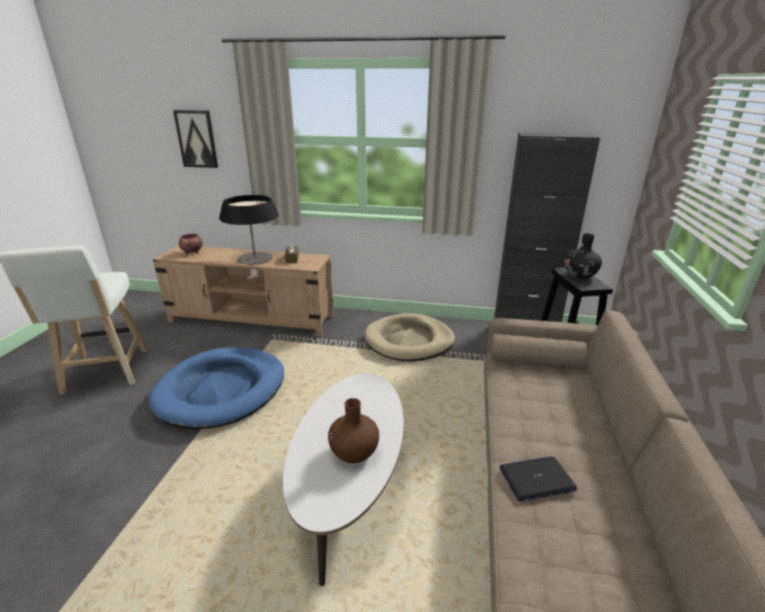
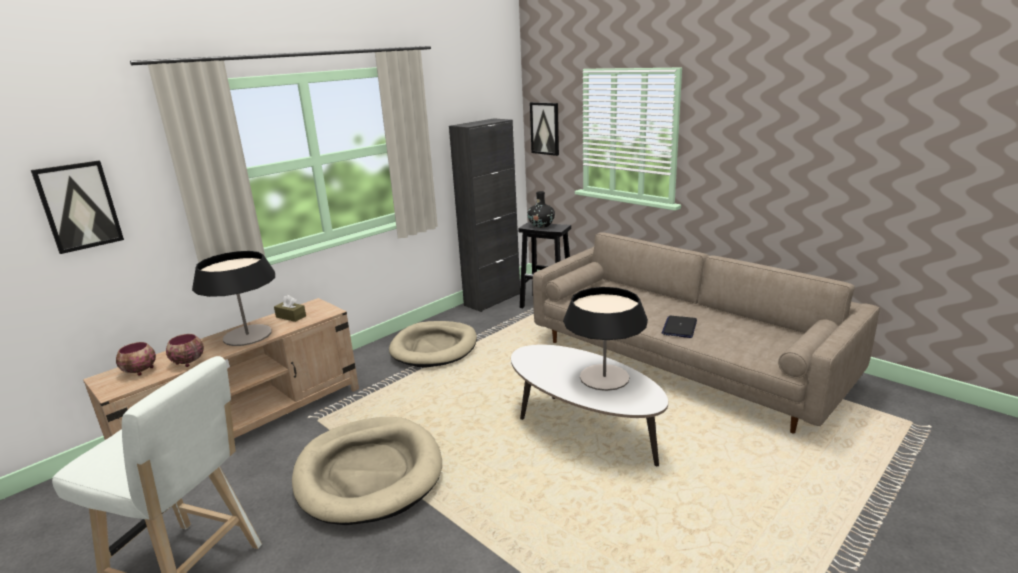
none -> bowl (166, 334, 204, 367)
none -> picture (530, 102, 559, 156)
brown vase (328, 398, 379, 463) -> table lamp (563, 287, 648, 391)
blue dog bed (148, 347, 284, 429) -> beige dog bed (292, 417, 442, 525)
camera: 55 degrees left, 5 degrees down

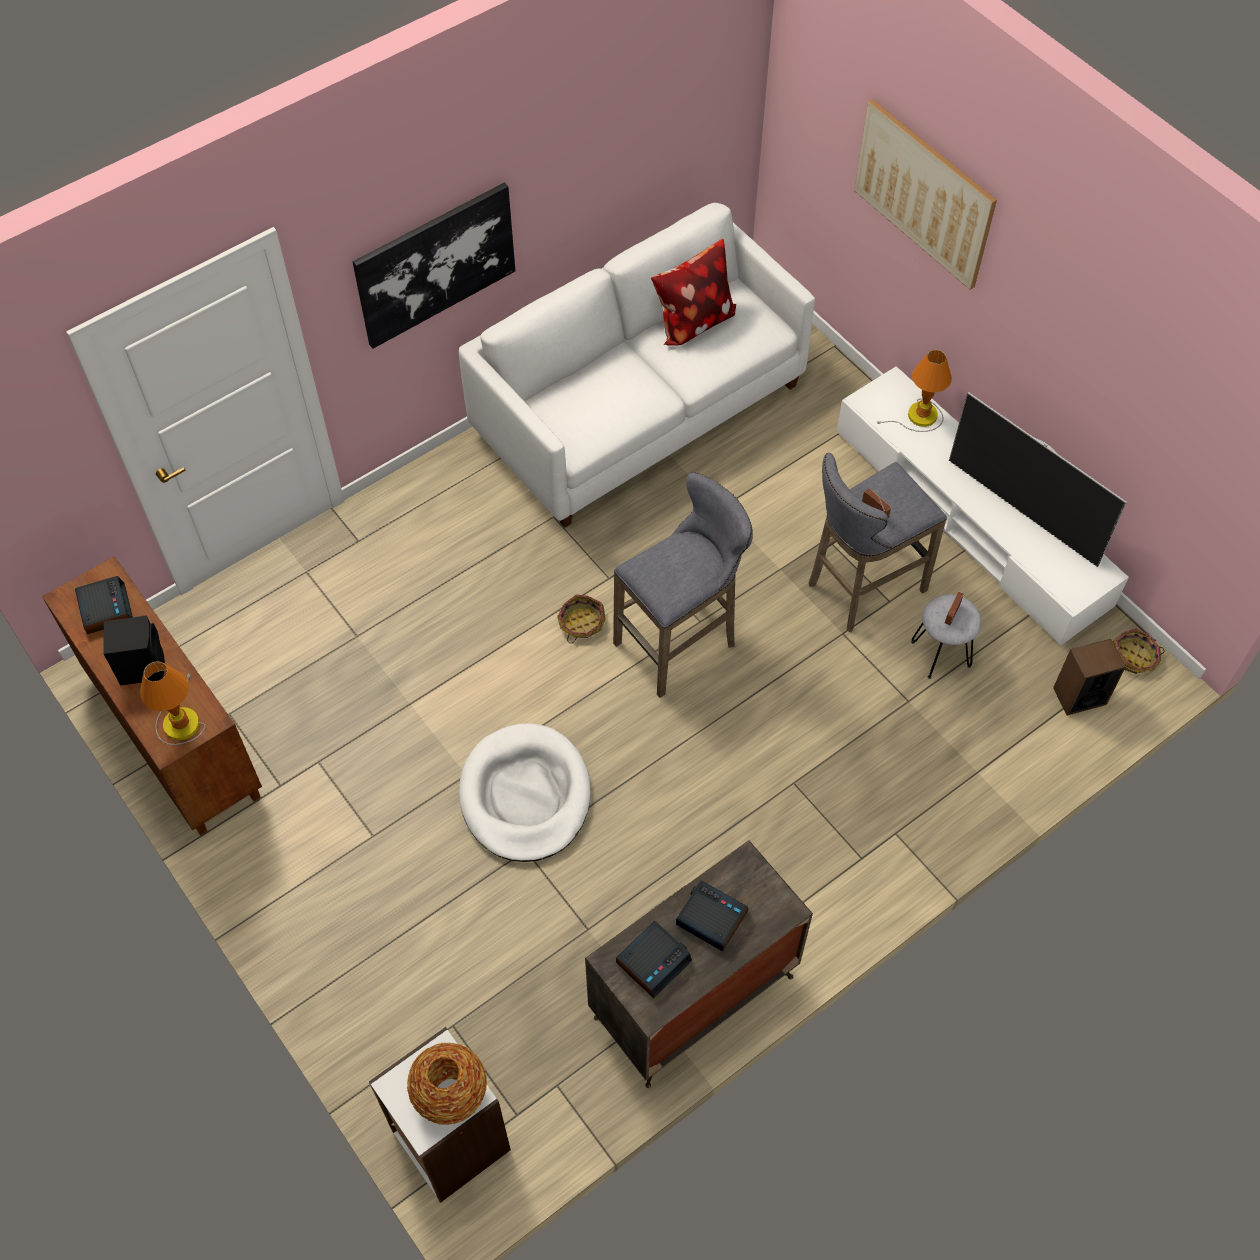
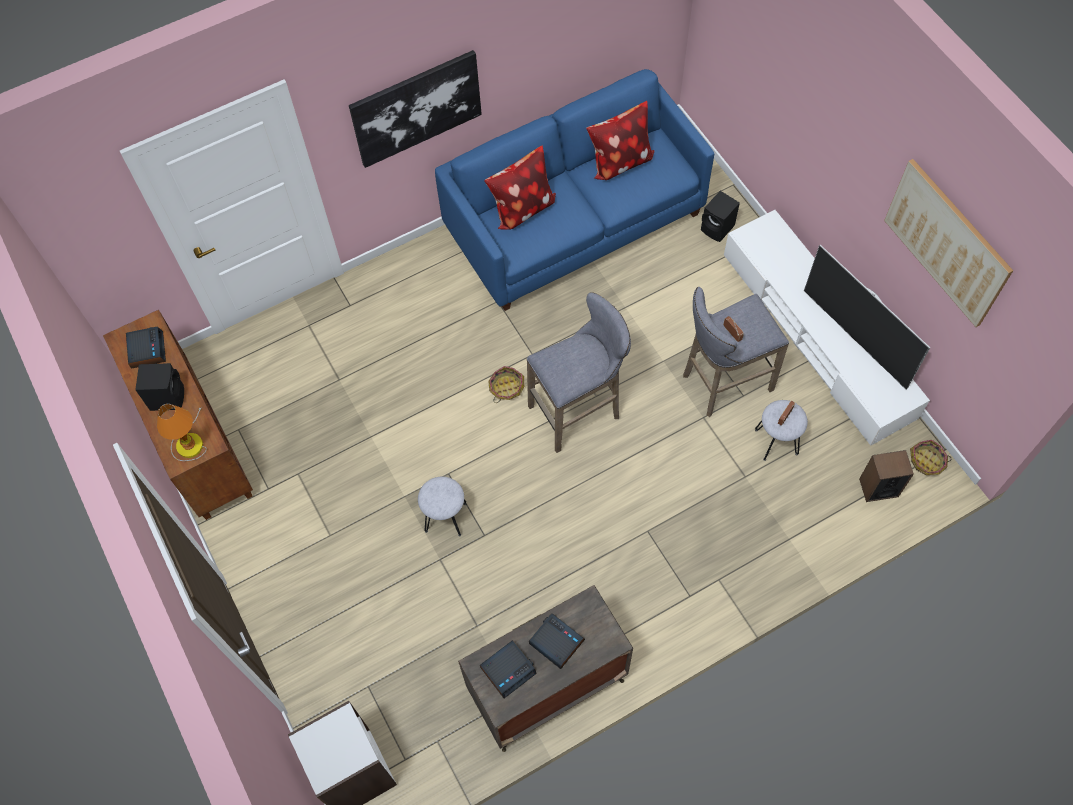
vase (407, 1043, 487, 1125) -> none
table lamp (876, 350, 952, 432) -> none
none -> pillow (484, 146, 556, 230)
none -> black speaker (701, 191, 740, 242)
picture (854, 99, 997, 290) -> picture (884, 159, 1013, 327), move
white dog bed (459, 723, 591, 862) -> grey stool (418, 477, 466, 536)
white sofa (459, 203, 815, 528) -> blue sofa (435, 69, 714, 311)
camera: 10 degrees right, 5 degrees up

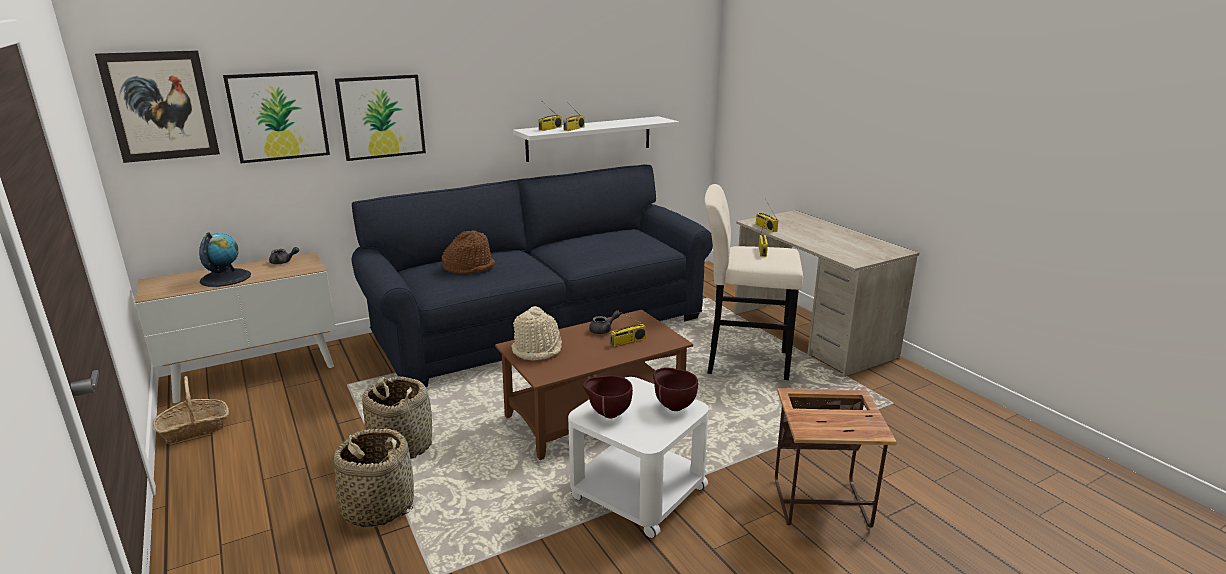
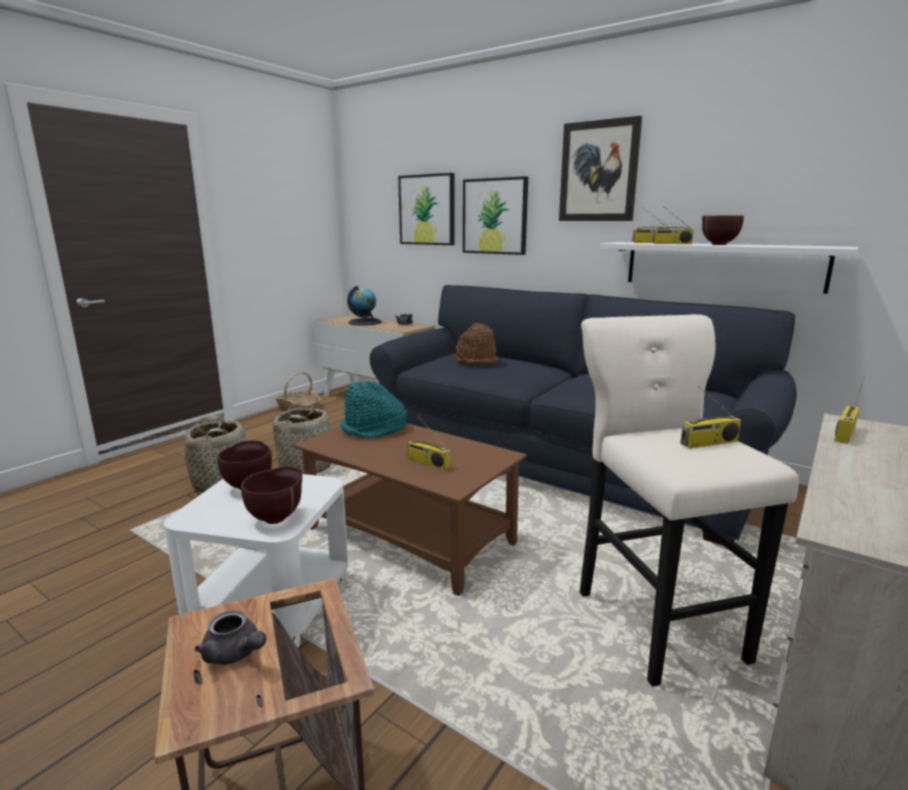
none -> brown bowl (702, 216, 744, 245)
picture (95, 50, 220, 163) -> picture (559, 116, 642, 221), move
grey teapot (589, 311, 620, 334) -> grey teapot (195, 610, 266, 665), move
beige hat (511, 306, 562, 361) -> turquoise hat (341, 381, 407, 438)
camera: 65 degrees right, 5 degrees down

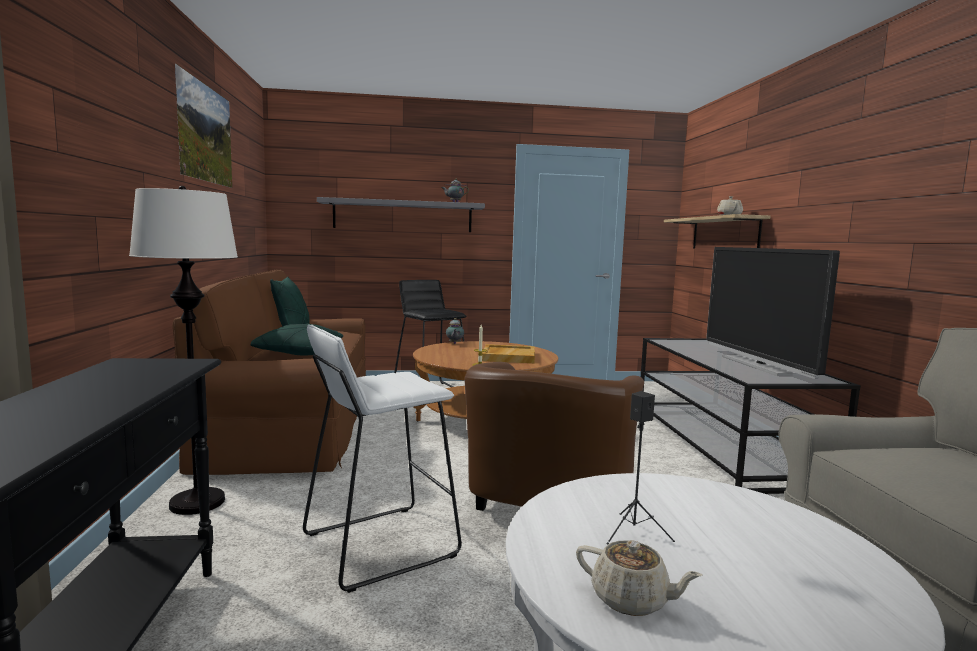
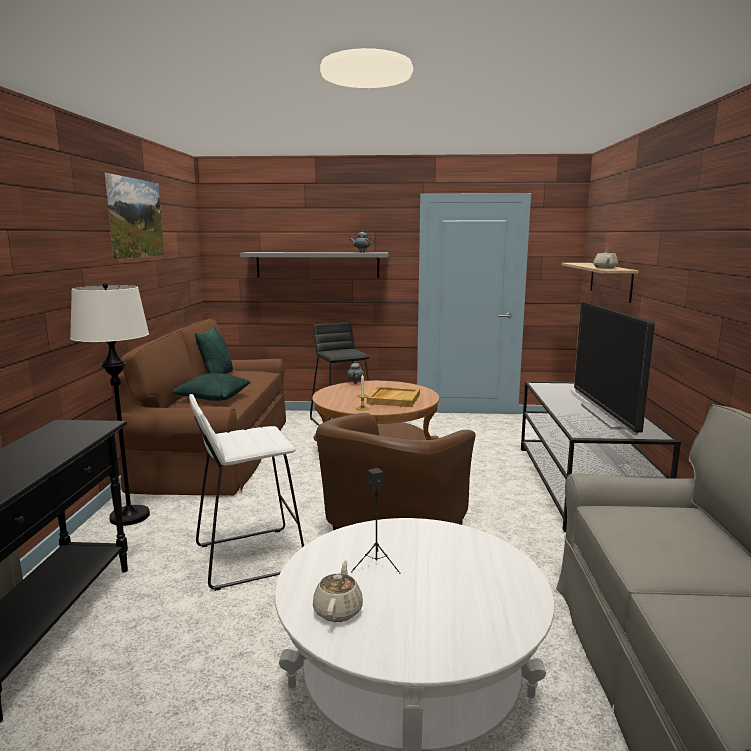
beige teapot (576, 540, 703, 616) -> beige teapot (313, 560, 363, 622), 120 degrees counterclockwise
camera: 10 degrees right, 5 degrees up

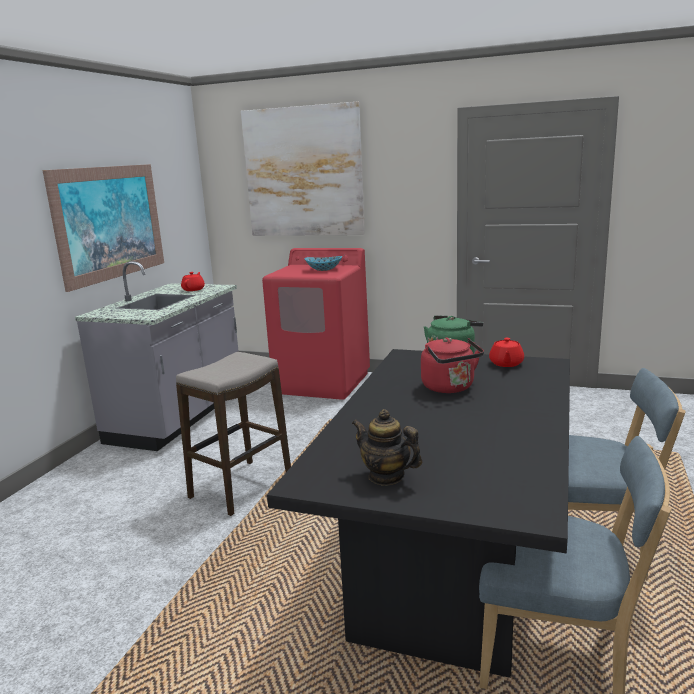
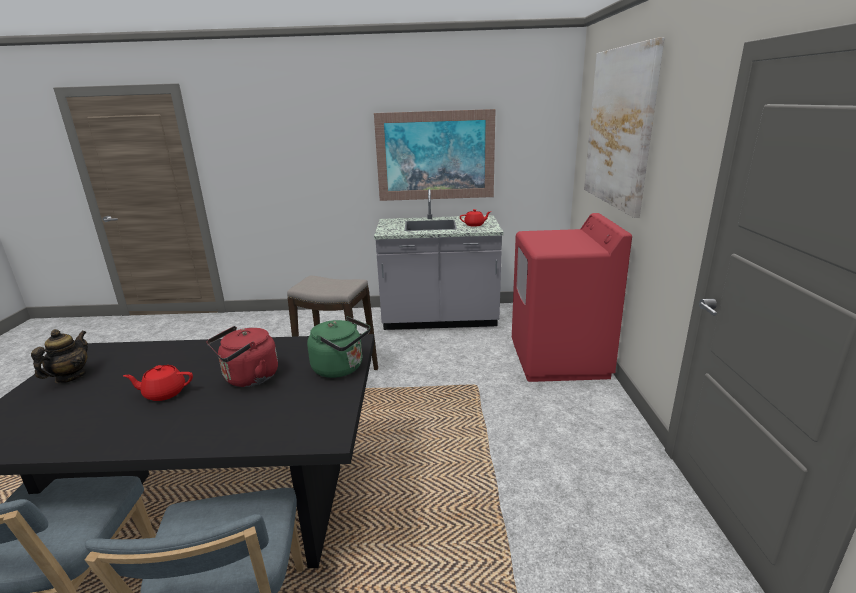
bowl (304, 256, 342, 271) -> none
red teapot (489, 338, 524, 367) -> red teapot (123, 365, 193, 401), move
camera: 70 degrees right, 5 degrees up

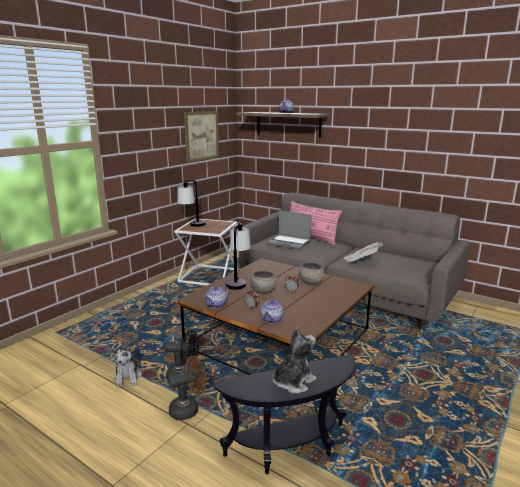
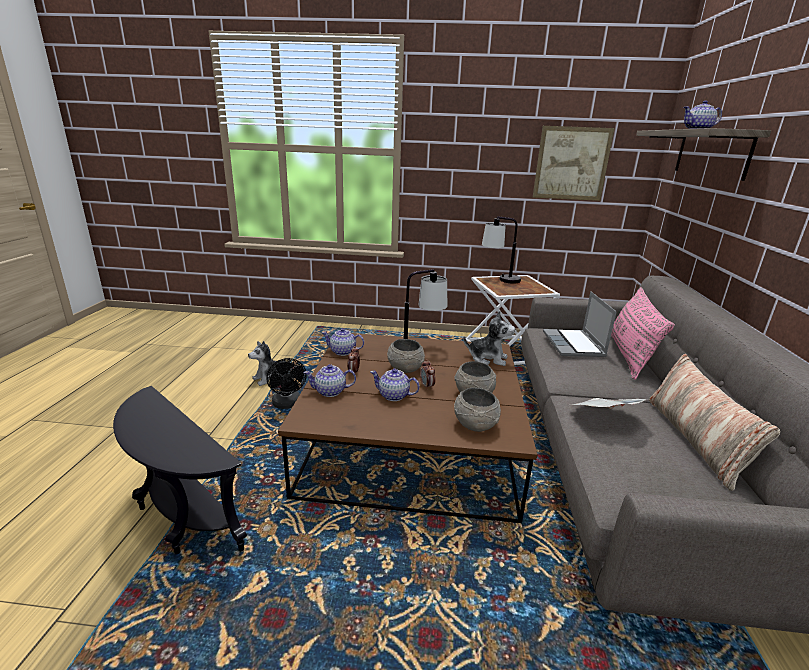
brown fan (168, 356, 207, 420) -> none
none -> teapot (370, 369, 420, 401)
none -> grey bowl (454, 388, 501, 432)
none -> pillow (649, 354, 780, 491)
plush toy (272, 327, 317, 394) -> plush toy (463, 311, 515, 366), move
camera: 60 degrees right, 5 degrees up

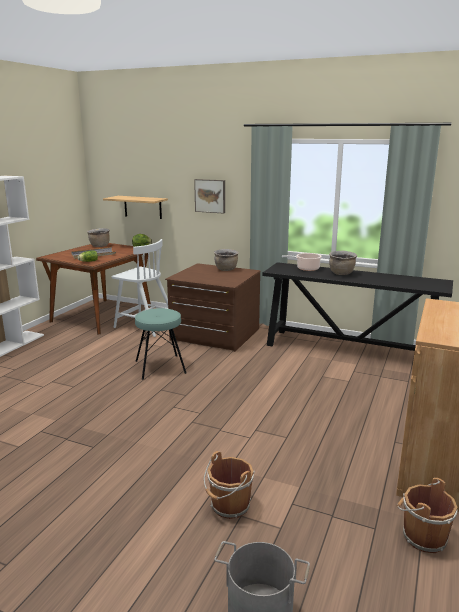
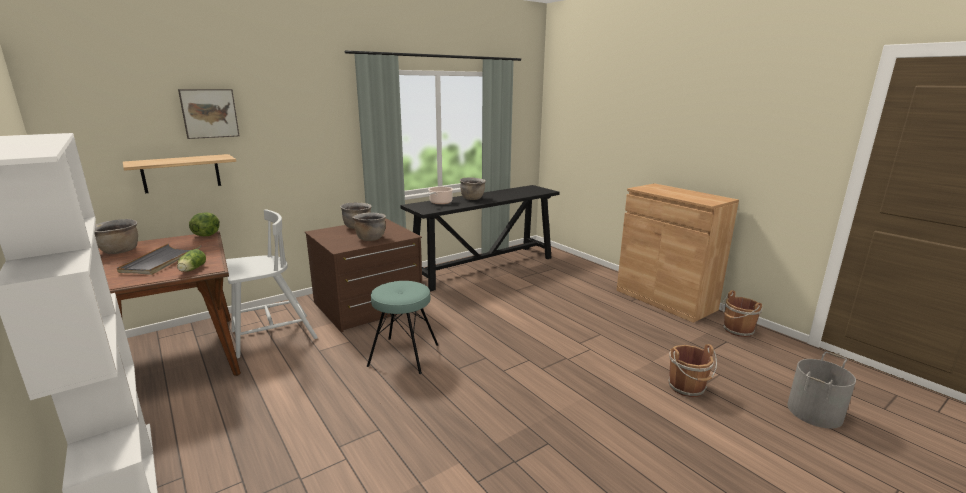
none -> brown cooking pot (352, 212, 386, 241)
picture (194, 179, 225, 214) -> picture (178, 89, 240, 139), move
camera: 60 degrees left, 0 degrees up

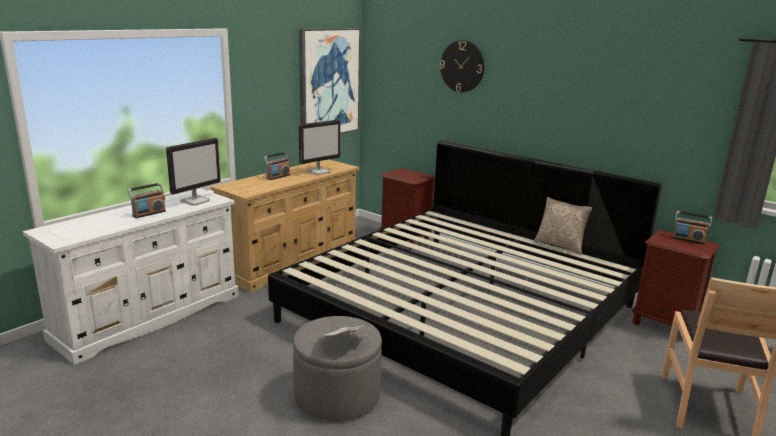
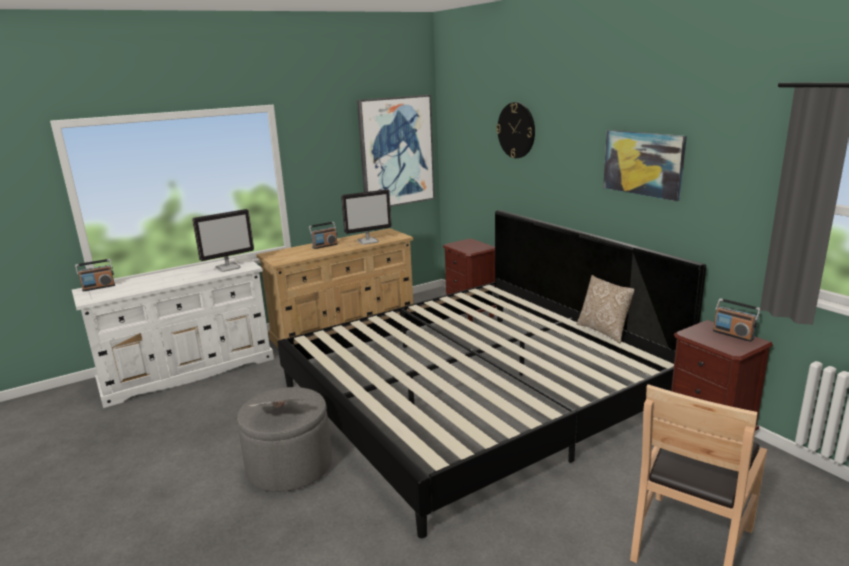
none -> picture (603, 130, 687, 201)
radio (127, 183, 166, 218) -> radio (75, 259, 115, 292), move
camera: 20 degrees right, 0 degrees up

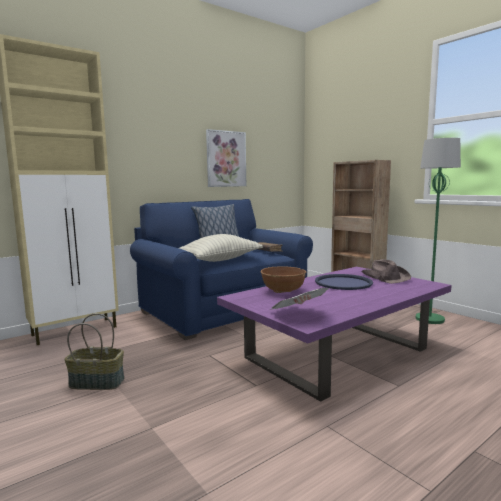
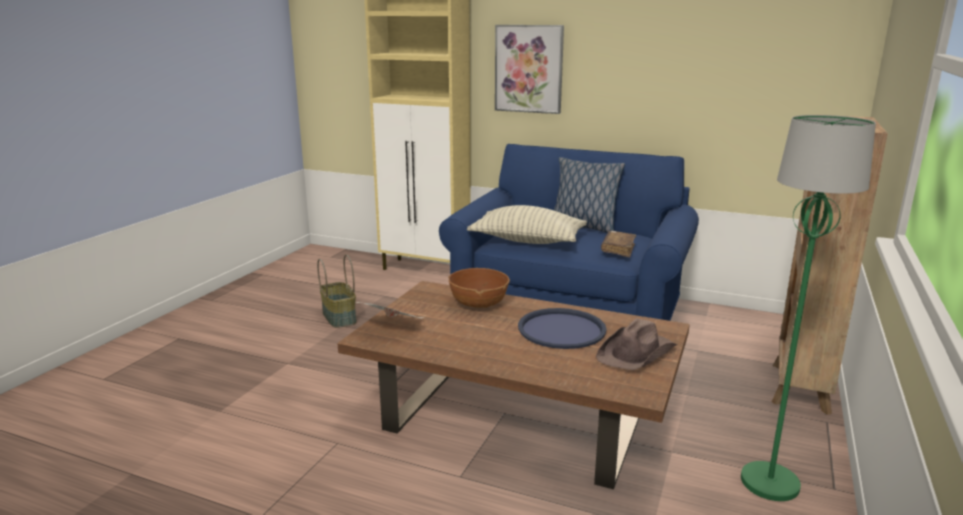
picture (206, 129, 246, 187) -> picture (495, 25, 564, 114), move
purple coffee table (217, 267, 452, 402) -> brown coffee table (337, 281, 690, 489)
camera: 60 degrees right, 10 degrees up

